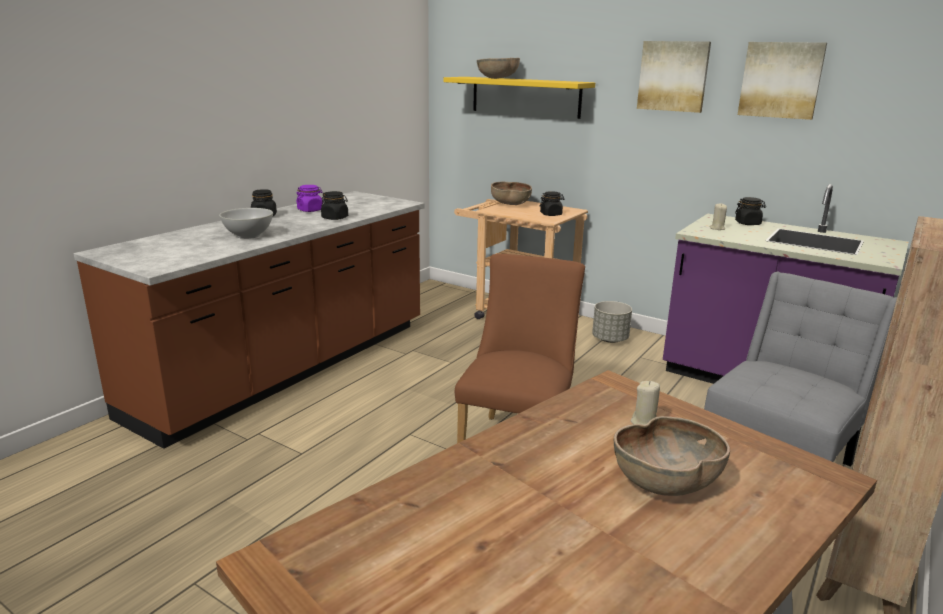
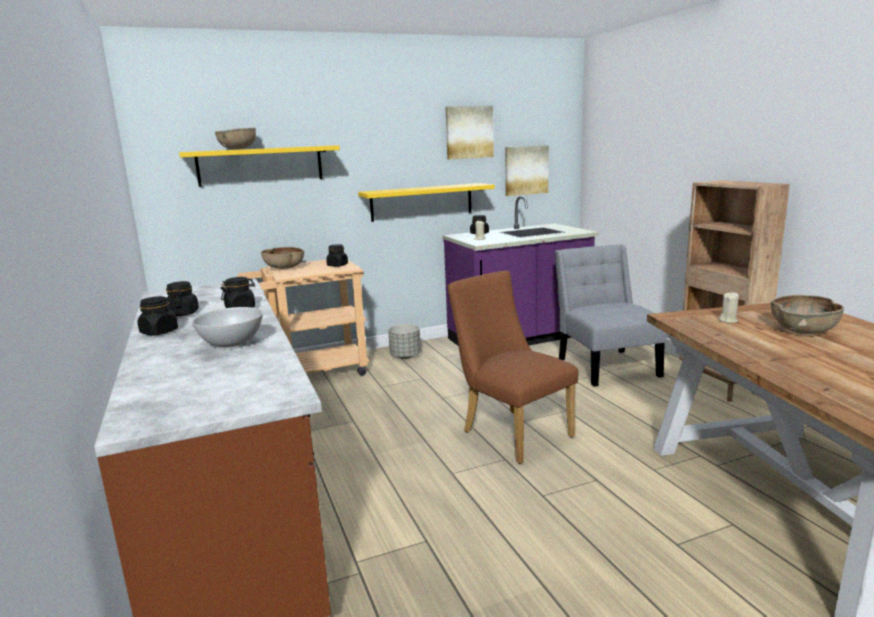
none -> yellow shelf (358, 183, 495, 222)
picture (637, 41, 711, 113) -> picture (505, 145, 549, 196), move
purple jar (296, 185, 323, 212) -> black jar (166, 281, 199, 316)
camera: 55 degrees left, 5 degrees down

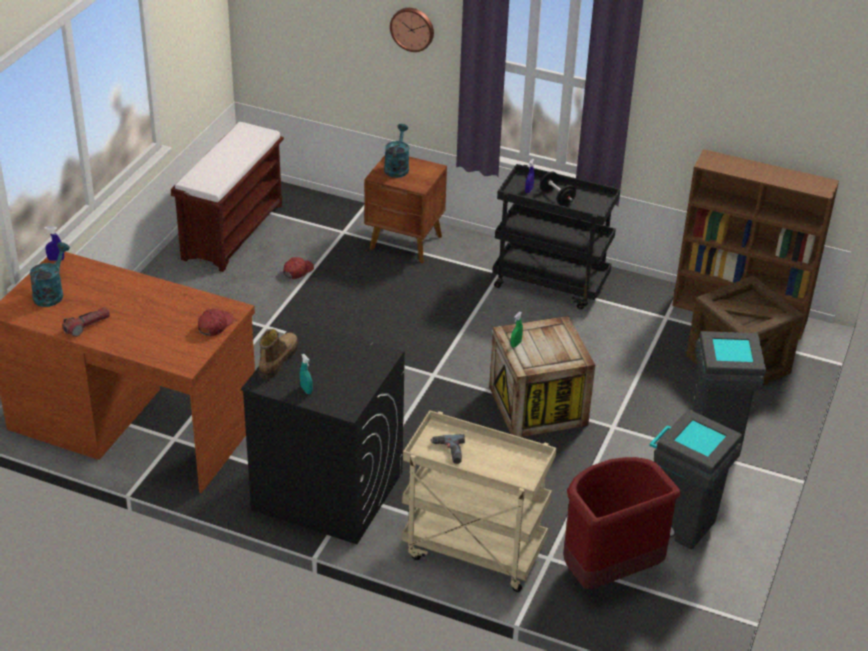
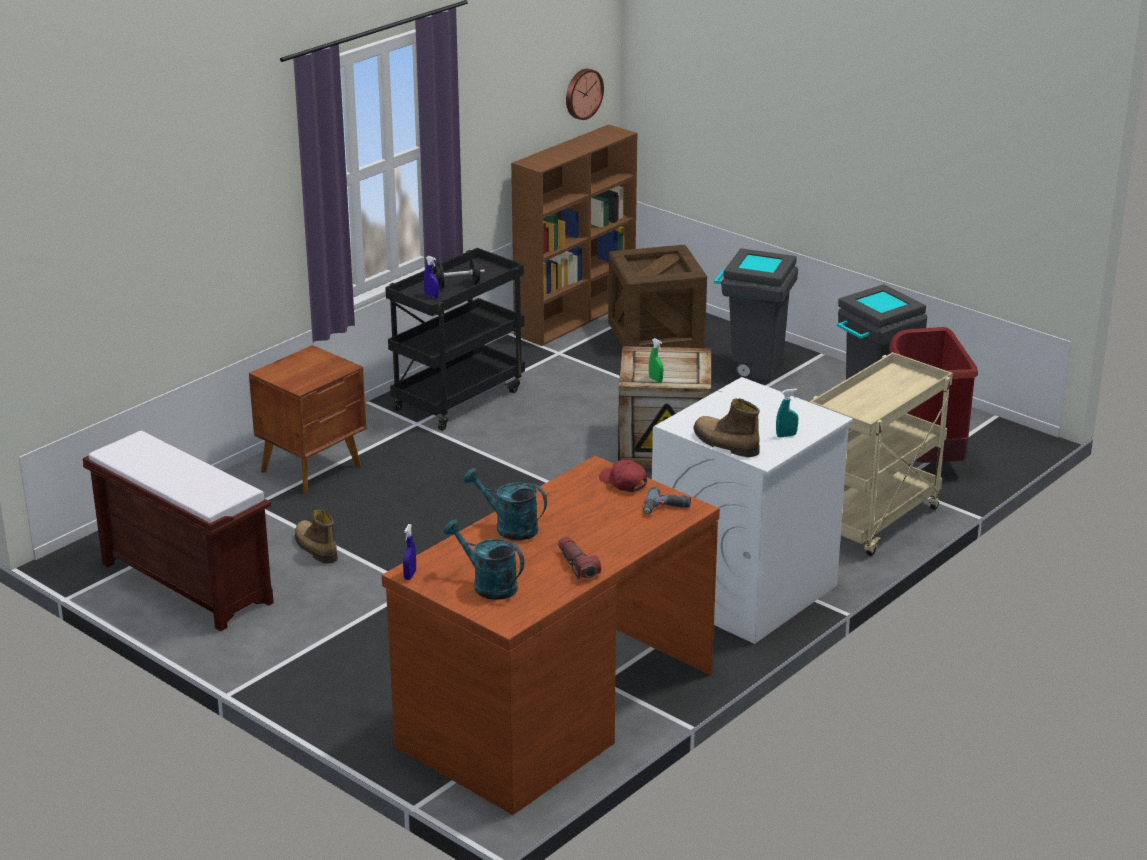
turquoise watering can (384, 124, 410, 178) -> turquoise watering can (463, 468, 547, 540), move
wall clock (390, 8, 434, 52) -> wall clock (566, 69, 604, 120), move
power drill (430, 434, 465, 464) -> power drill (643, 487, 691, 514), move
red cap (283, 257, 314, 279) -> boot (295, 509, 338, 564)
black washing machine (241, 321, 405, 544) -> white washing machine (652, 377, 853, 644)
camera: 70 degrees left, 10 degrees down

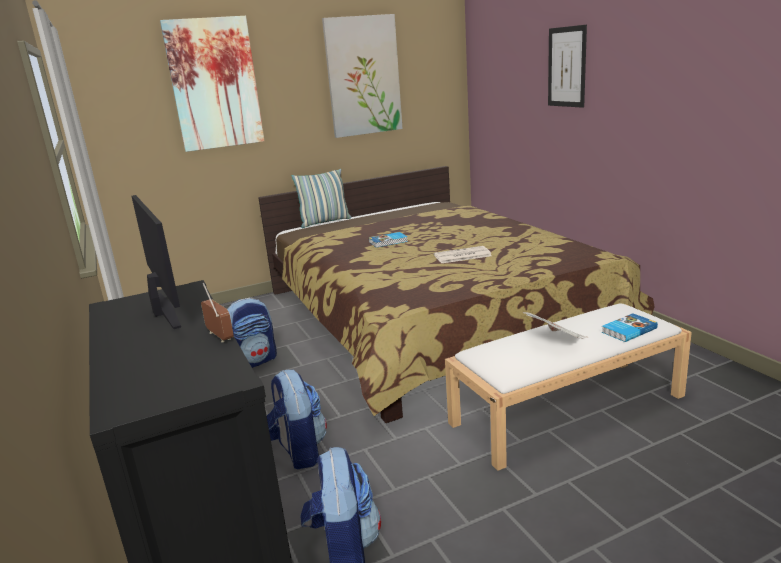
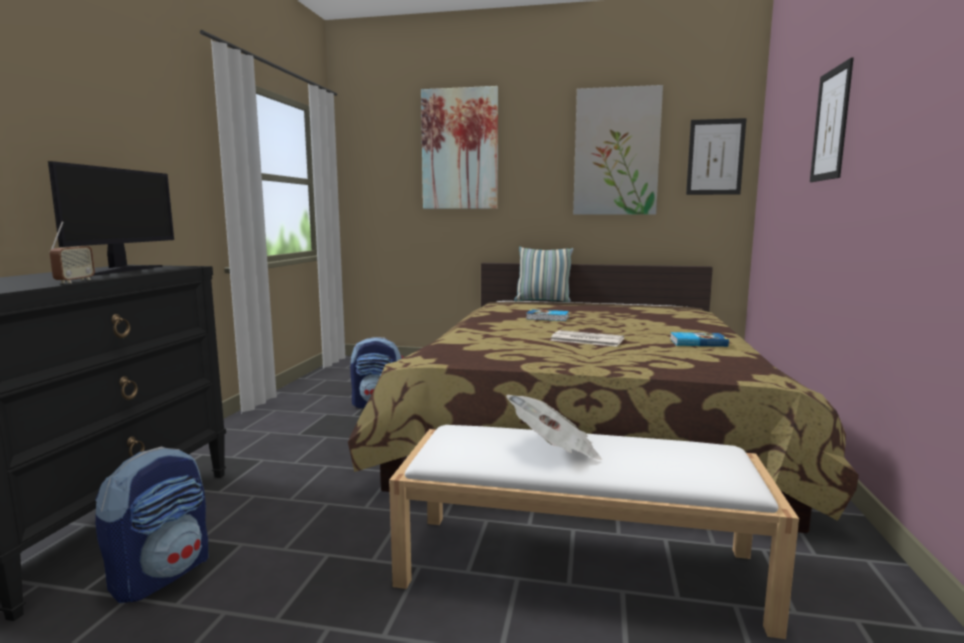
backpack (267, 370, 327, 469) -> none
none -> picture (686, 118, 747, 195)
book (602, 313, 658, 342) -> book (670, 332, 729, 347), move
camera: 35 degrees right, 10 degrees down

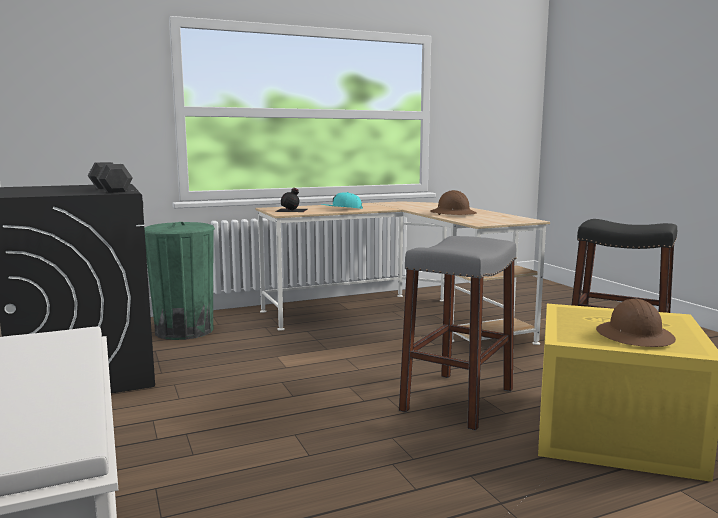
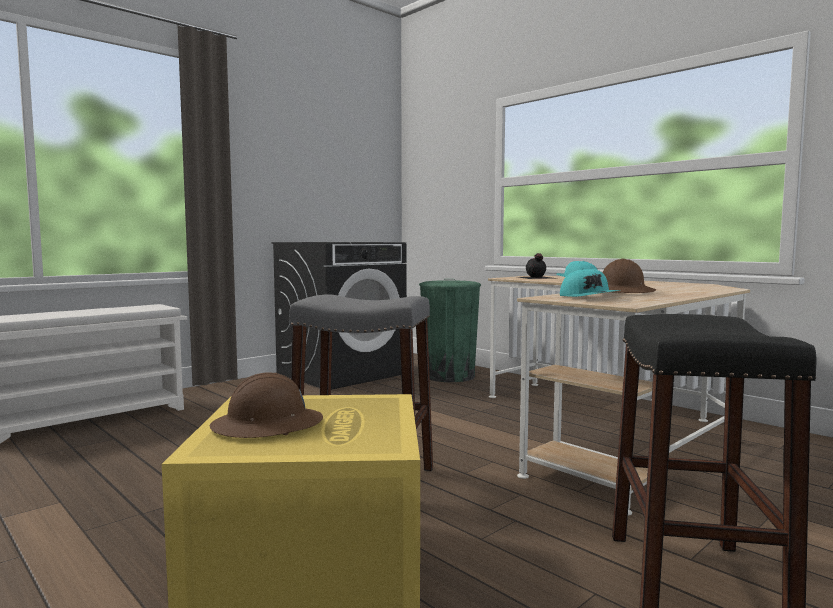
grey dumbbell (88, 162, 132, 193) -> none
none -> turquoise cap (560, 268, 620, 297)
camera: 70 degrees right, 5 degrees down

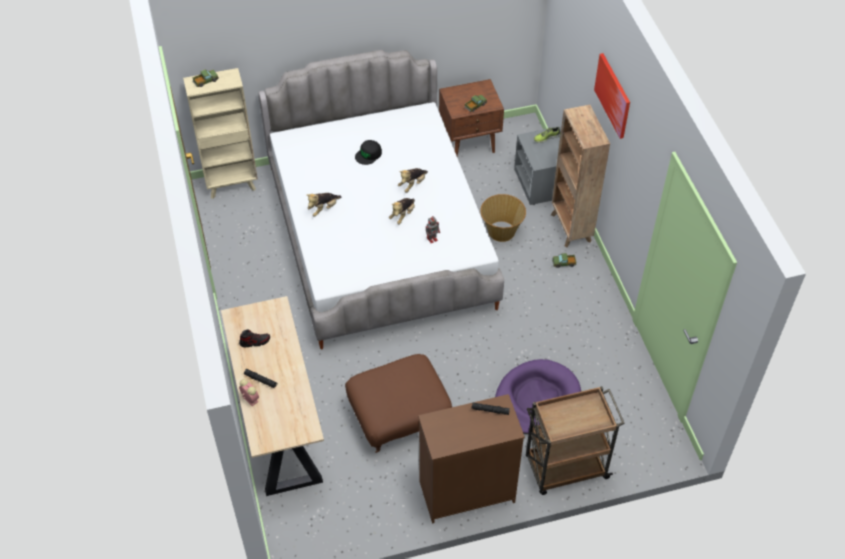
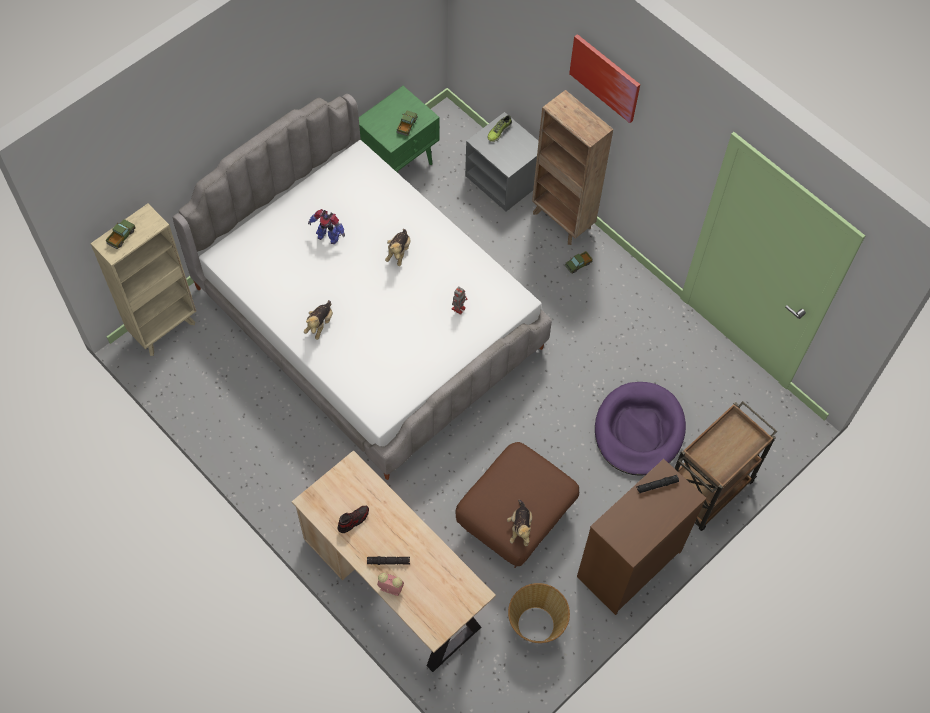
plush toy (389, 198, 415, 225) -> plush toy (507, 500, 532, 546), move
basket (480, 194, 526, 242) -> basket (508, 583, 570, 643), move
black cap (355, 140, 382, 165) -> toy robot (308, 209, 345, 244)
brown nightstand (439, 79, 504, 156) -> green nightstand (359, 86, 440, 173)
camera: 30 degrees left, 10 degrees up

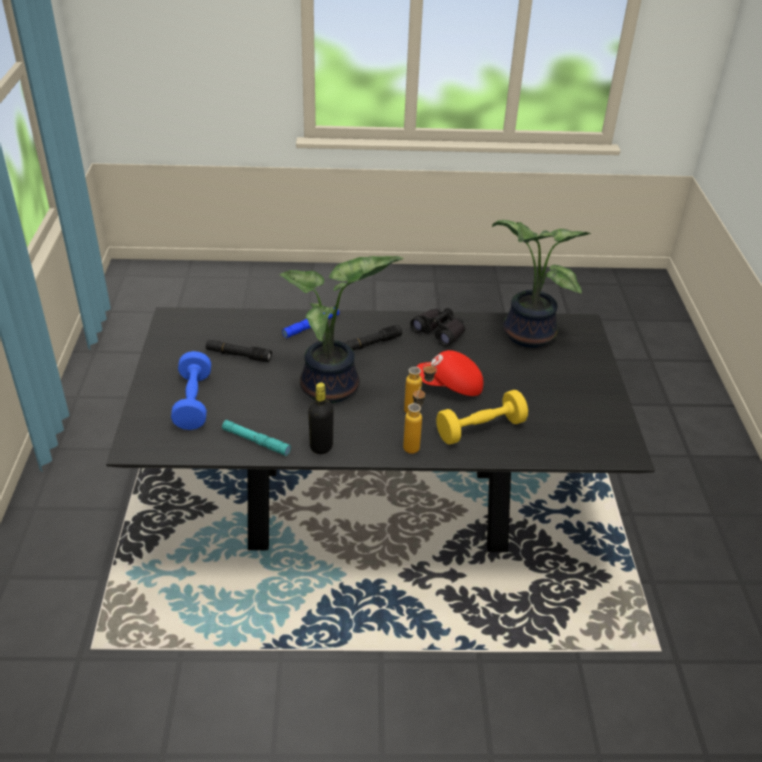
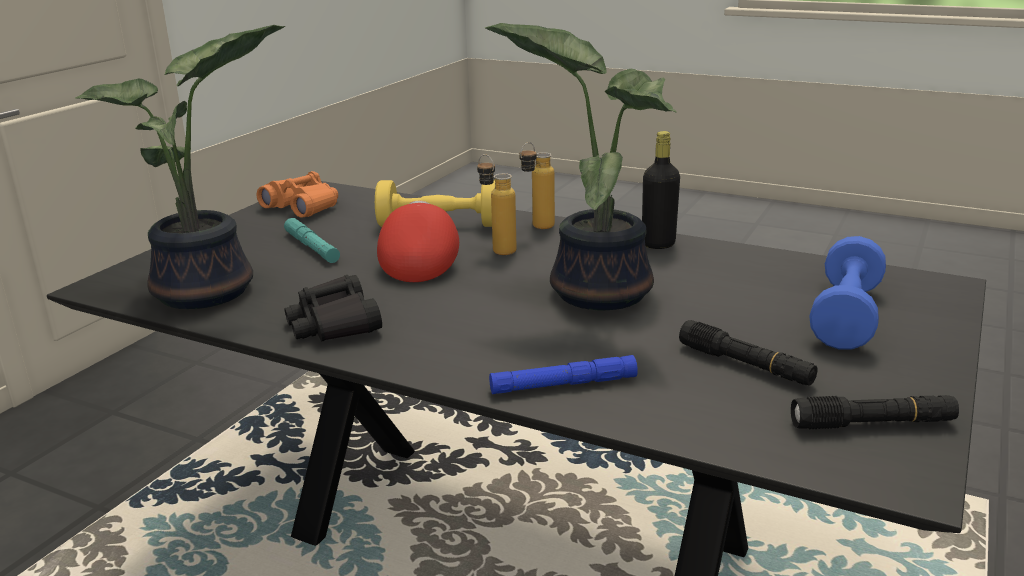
none -> orange binoculars (257, 171, 338, 218)
turquoise flashlight (222, 420, 291, 456) -> turquoise flashlight (284, 218, 340, 263), move
black flashlight (344, 325, 402, 351) -> black flashlight (791, 395, 959, 429), move
red cap (417, 350, 483, 396) -> red cap (377, 201, 459, 282), 120 degrees counterclockwise
camera: 150 degrees left, 15 degrees down

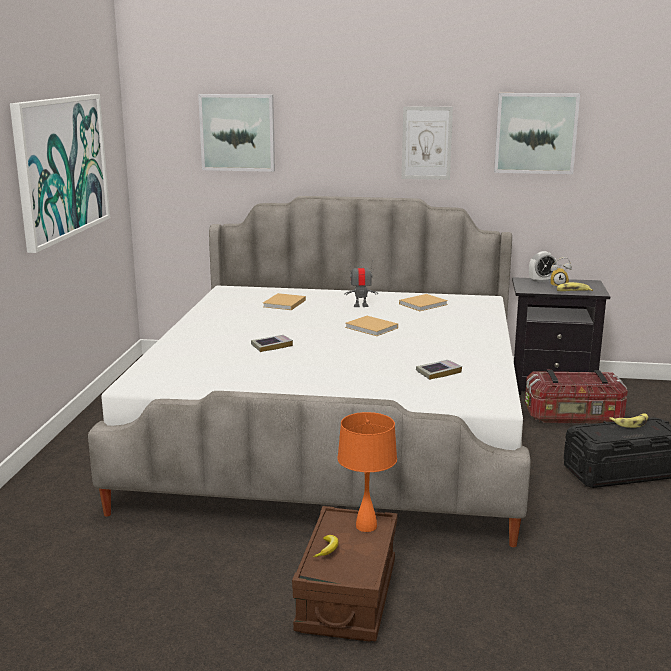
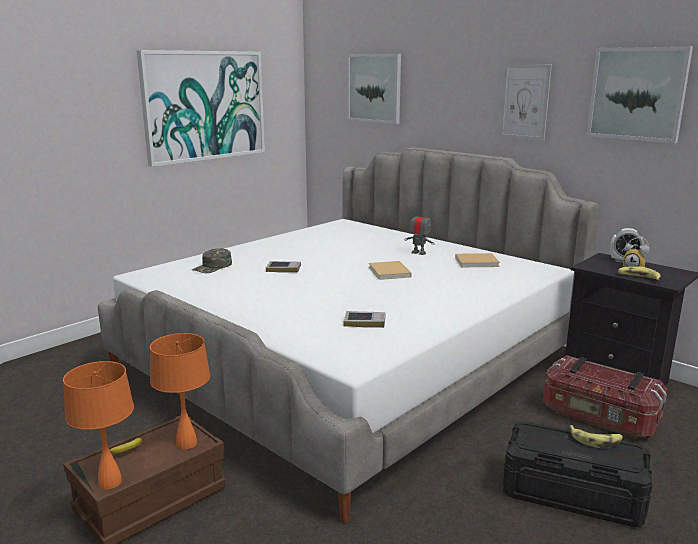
beige book (263, 293, 306, 310) -> none
none -> orange table lamp (63, 361, 134, 490)
none -> green cap (192, 248, 232, 273)
camera: 35 degrees right, 0 degrees up

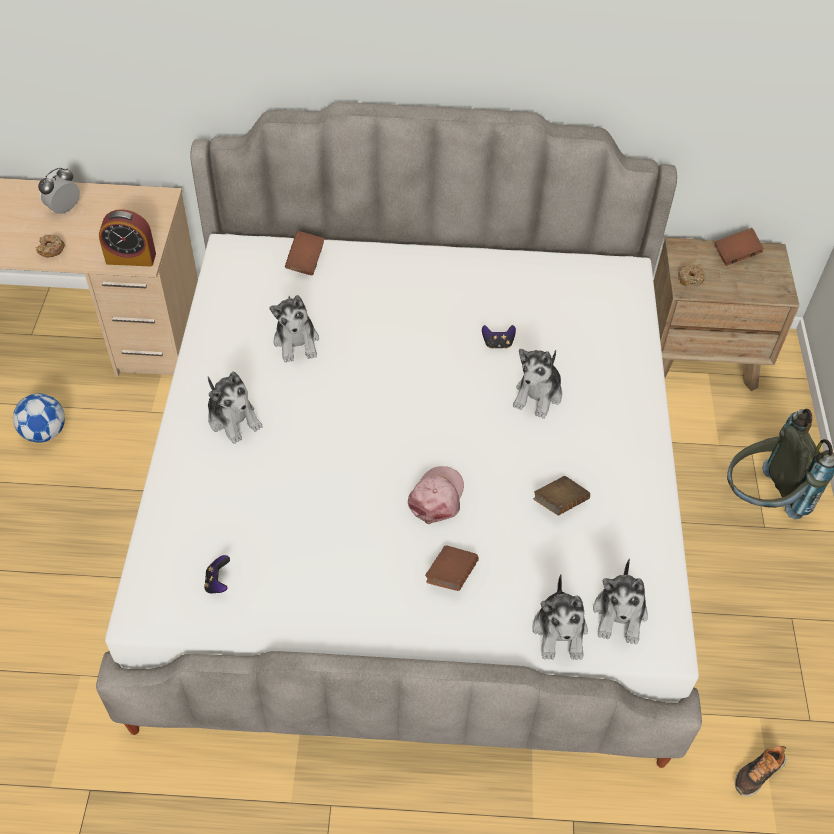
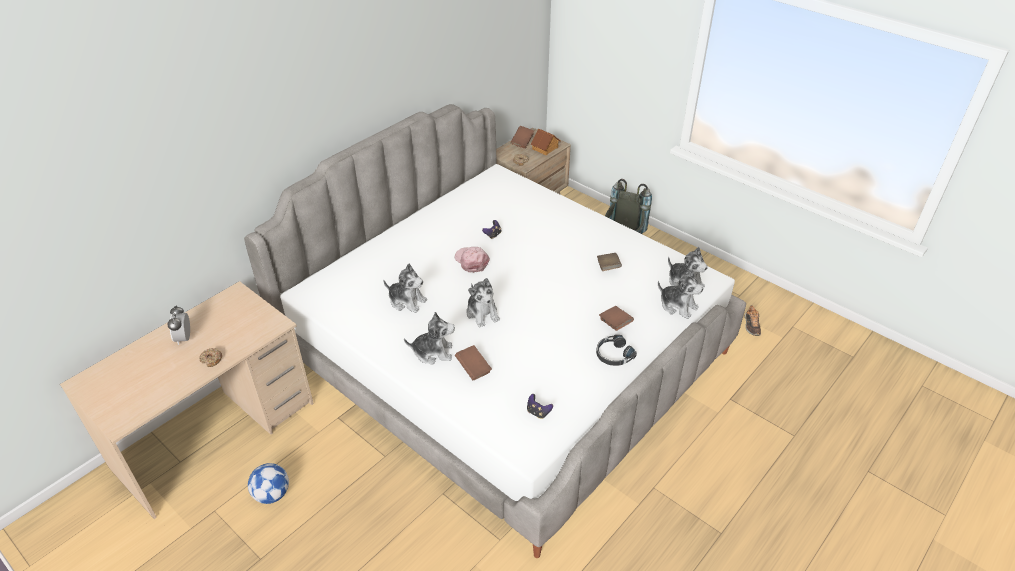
alarm clock (99, 209, 156, 266) -> none
none -> toy house (531, 128, 560, 156)
none -> black headphones (596, 335, 637, 366)
brown book (285, 231, 325, 275) -> brown book (455, 345, 492, 380), move
pink cap (408, 466, 464, 524) -> pink cap (454, 247, 490, 273), move
plush toy (513, 349, 562, 419) -> plush toy (466, 278, 500, 328), move
camera: 50 degrees left, 10 degrees down

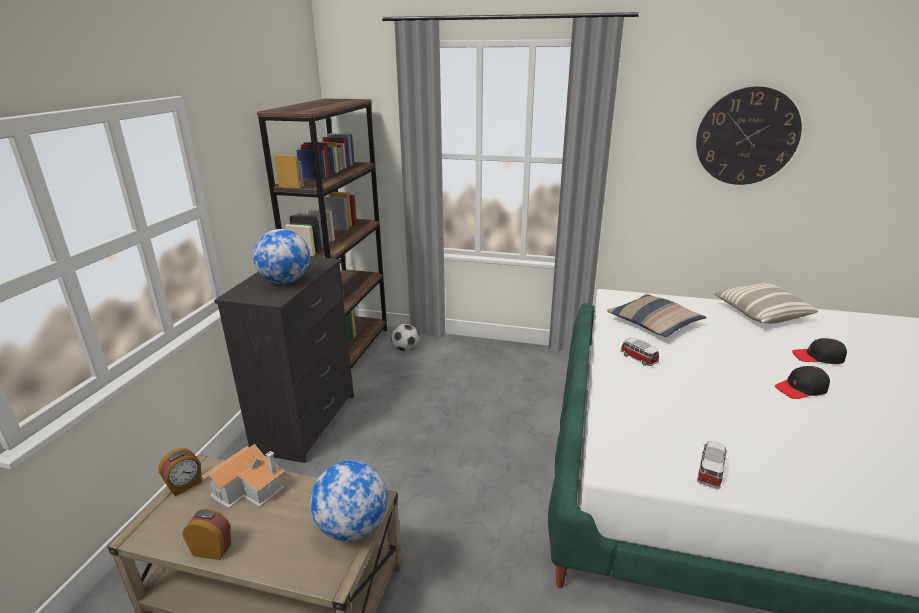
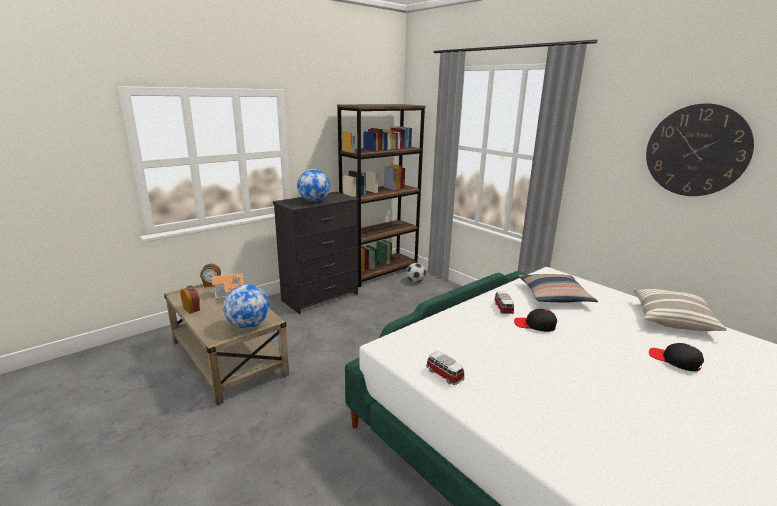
black cap (775, 366, 830, 399) -> black cap (514, 309, 557, 332), move
toy car (697, 441, 728, 489) -> toy car (426, 352, 465, 385), 105 degrees counterclockwise
camera: 35 degrees right, 5 degrees down

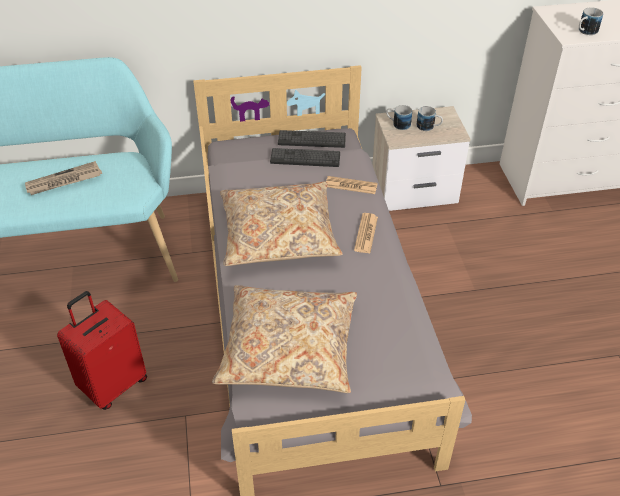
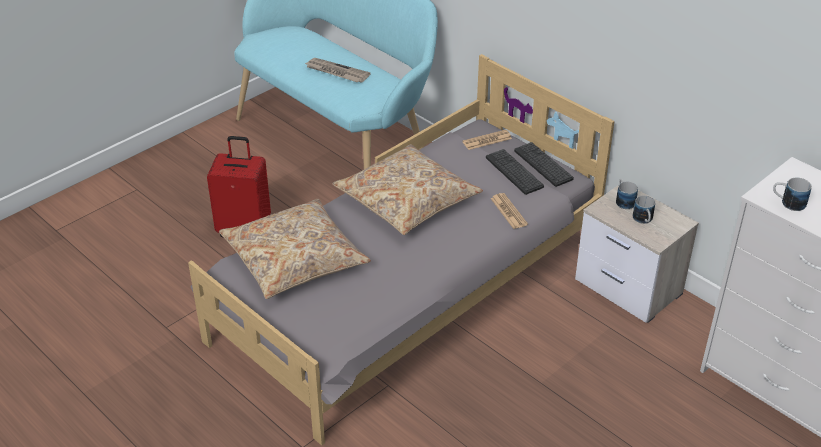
newspaper (354, 213, 378, 253) -> newspaper (462, 130, 512, 150), move
camera: 55 degrees right, 5 degrees down

